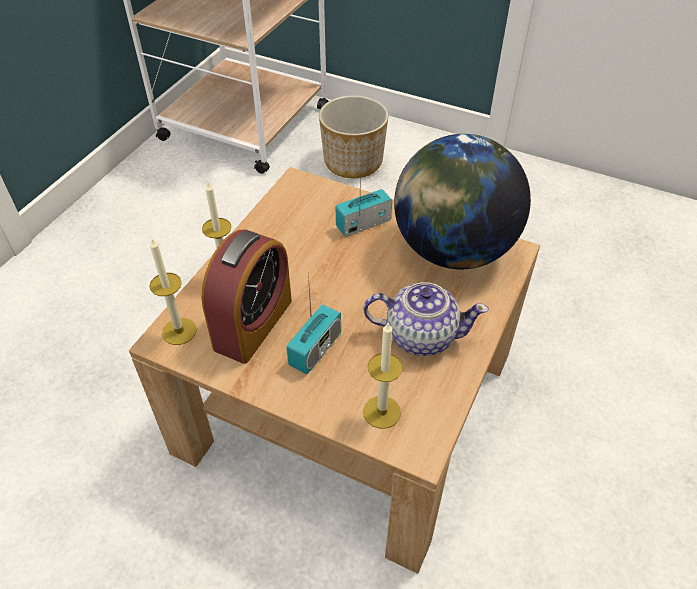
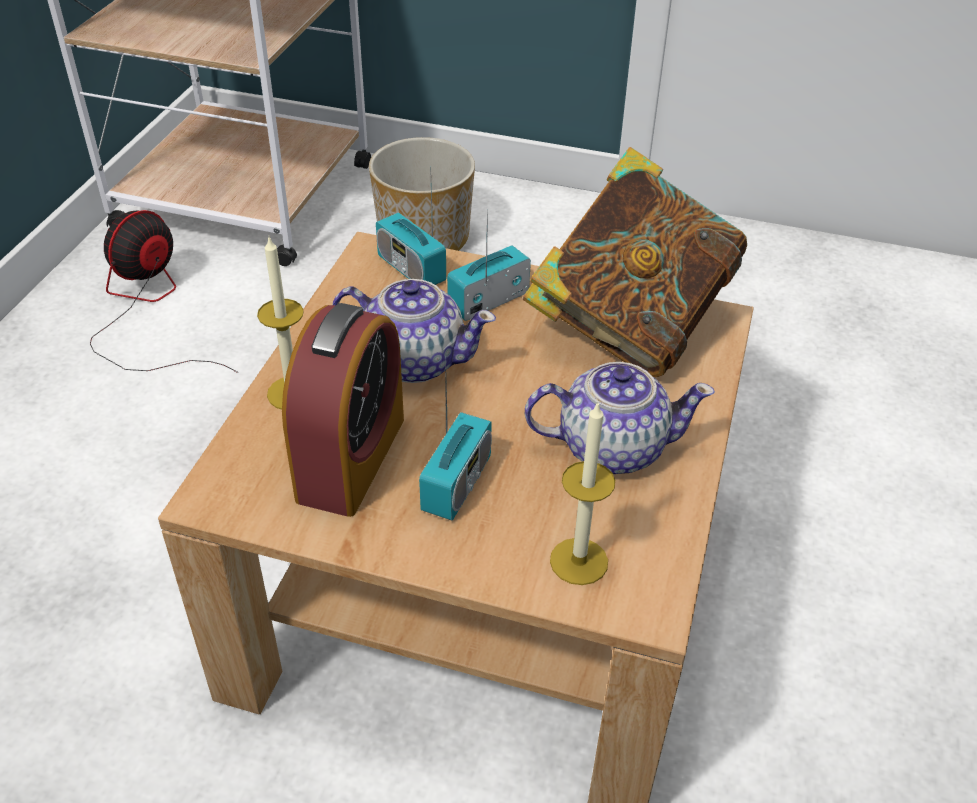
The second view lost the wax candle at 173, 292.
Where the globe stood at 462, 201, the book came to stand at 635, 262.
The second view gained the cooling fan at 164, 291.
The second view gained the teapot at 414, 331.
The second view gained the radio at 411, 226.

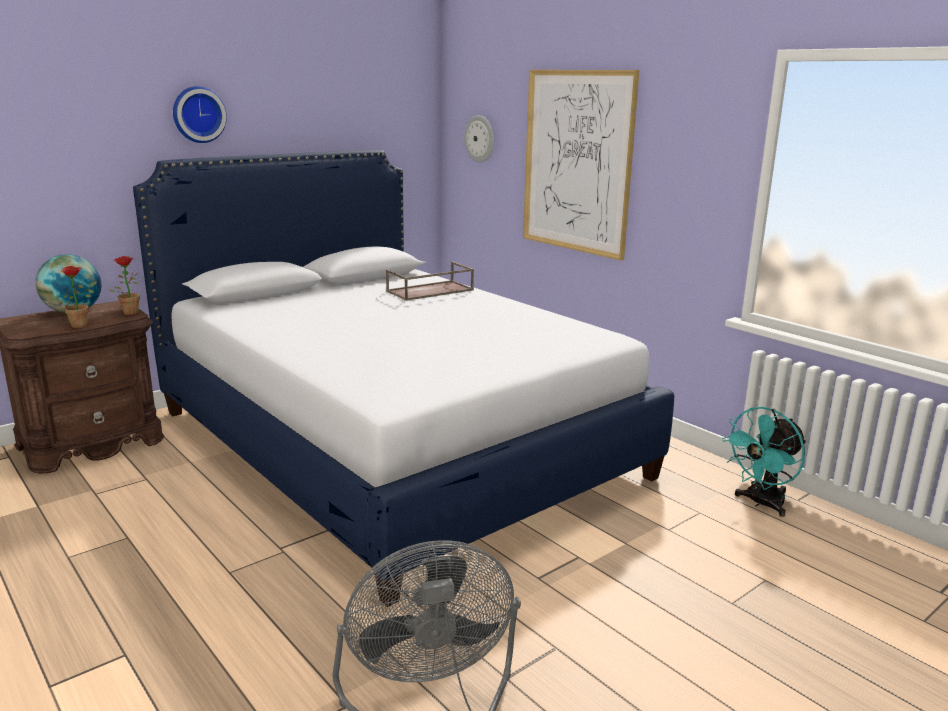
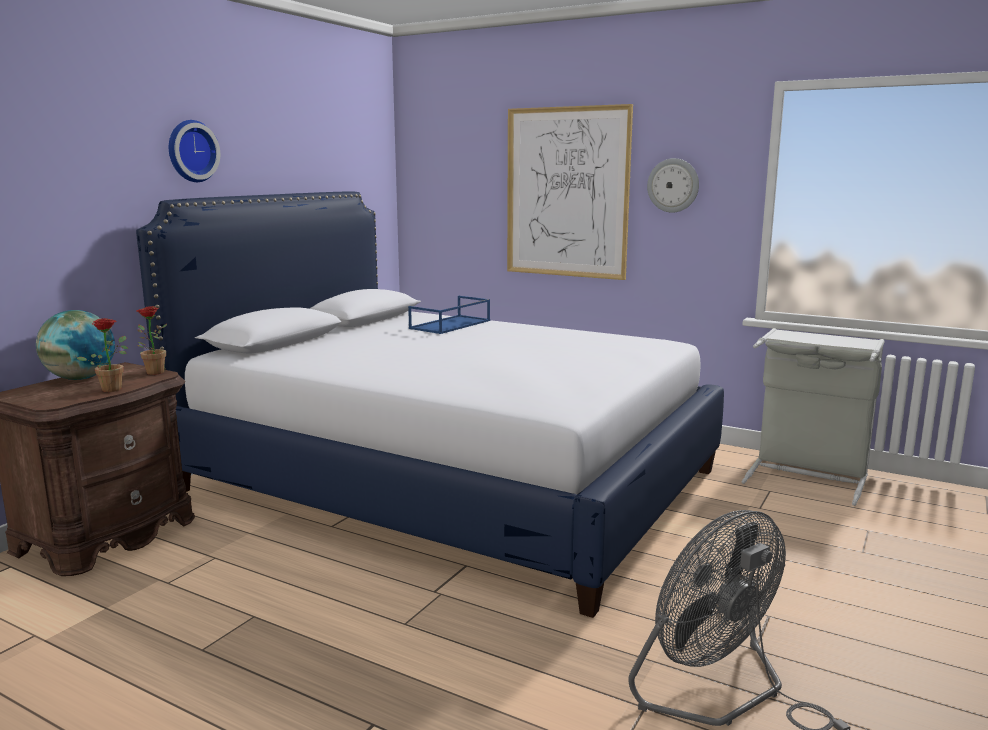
What was the brown-coloured carrying tray at 430, 281 turned into the bluish carrying tray at 449, 315.
The clock on the wall ended up elsewhere, having gone from 479, 139 to 673, 185.
Where the turquoise cooling fan stood at 764, 461, the gray hamper came to stand at 813, 417.

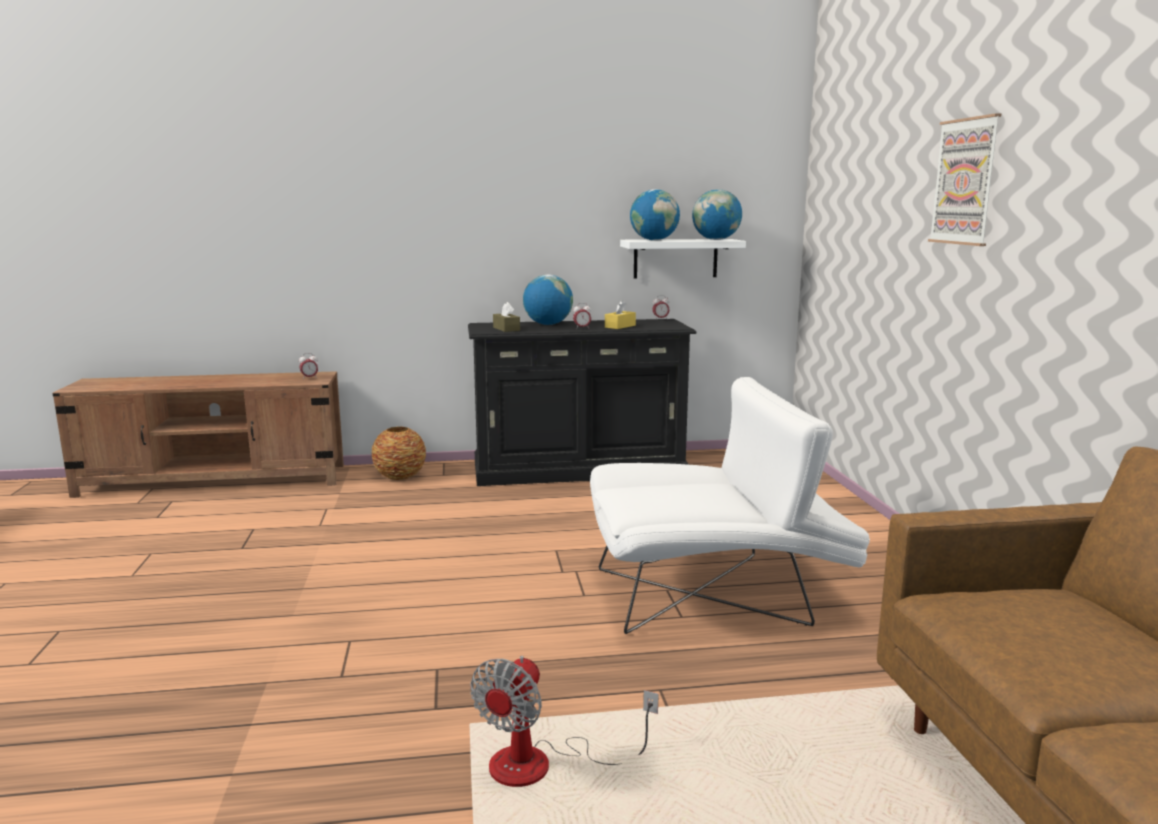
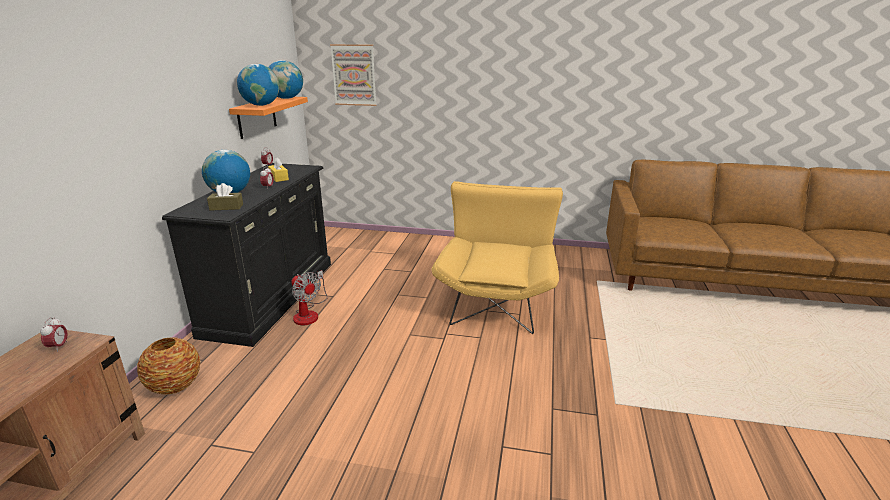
The cooling fan ended up elsewhere, having gone from 564, 721 to 309, 297.
What was the whitish armchair at 730, 505 turned into the yellowish armchair at 497, 257.
What was the whitish bracket shelf at 683, 258 turned into the orangey bracket shelf at 268, 118.
The wall picture ended up elsewhere, having gone from 964, 179 to 353, 75.

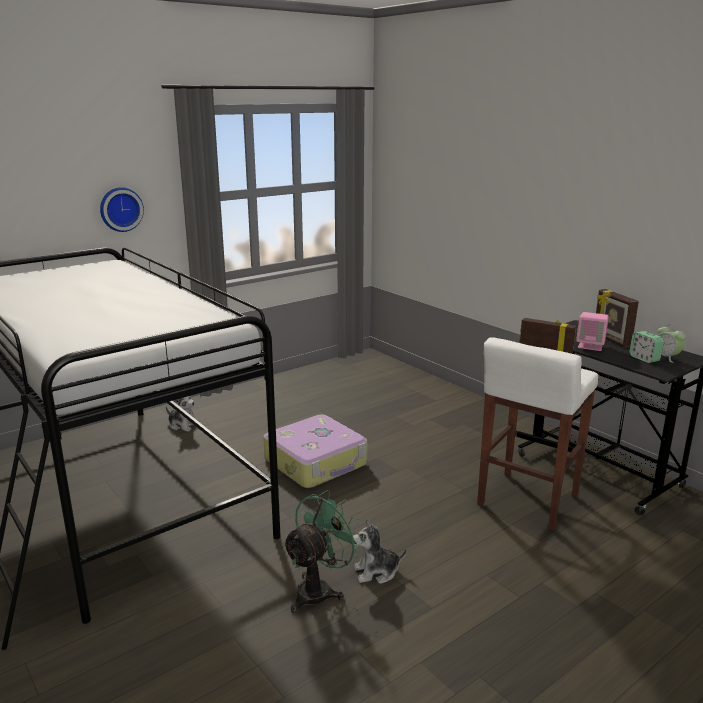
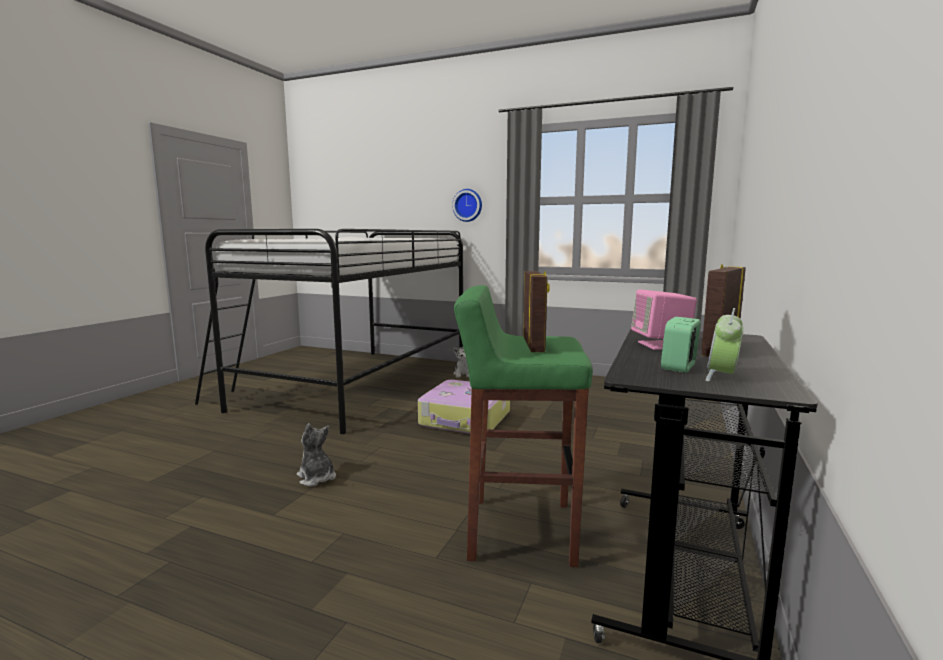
The second view lost the green-coloured cooling fan at 323, 551.
What was the whitish stool at 537, 434 turned into the green-coloured stool at 523, 426.

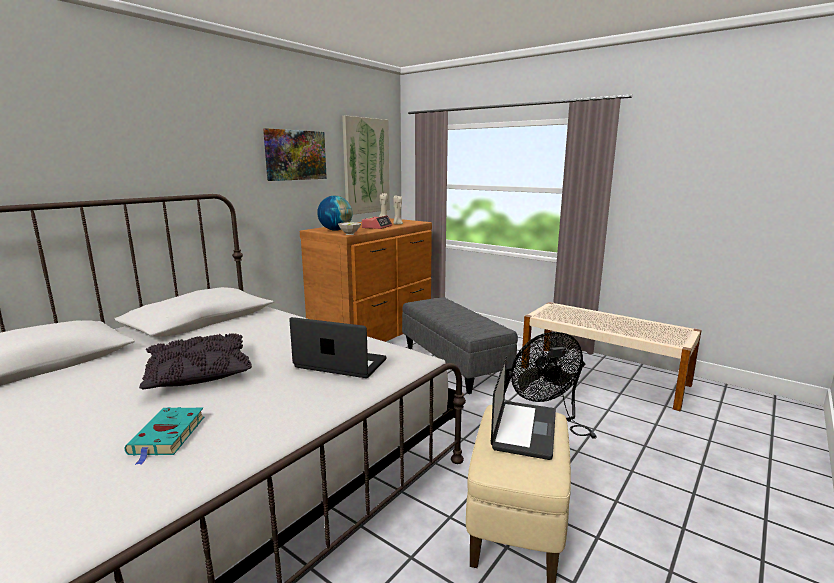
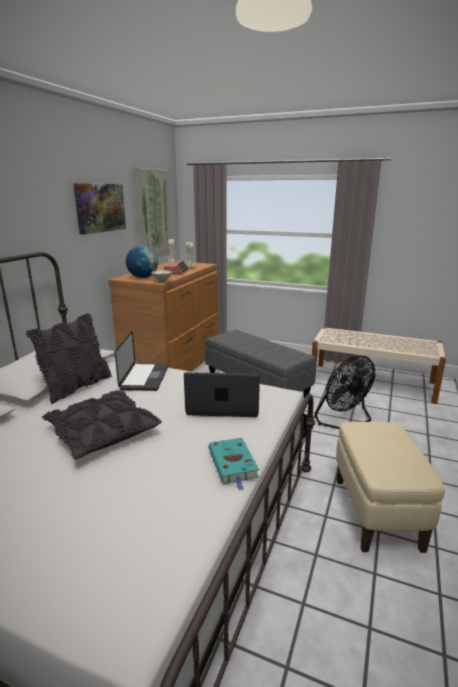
The turquoise book ended up elsewhere, having gone from 164, 436 to 233, 464.
The notebook computer ended up elsewhere, having gone from 523, 407 to 142, 361.
The second view gained the black-coloured cushion at 69, 358.

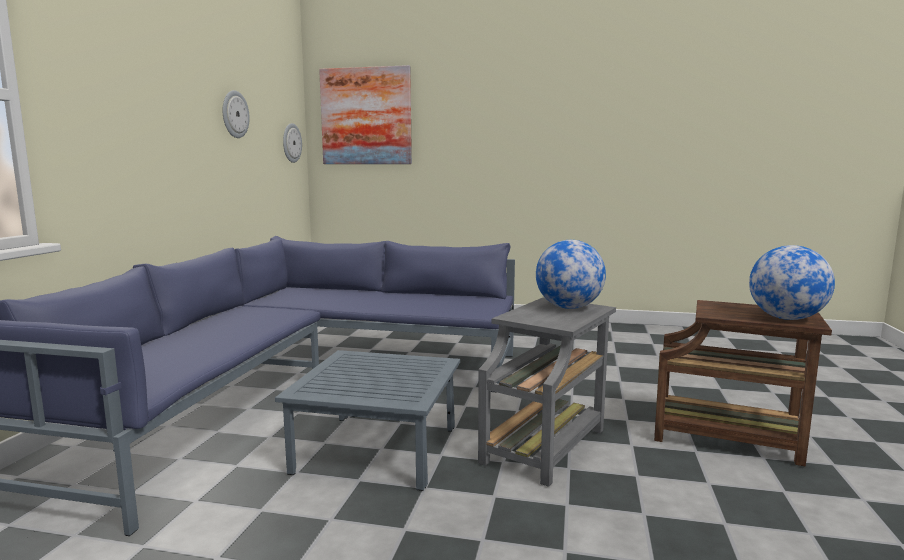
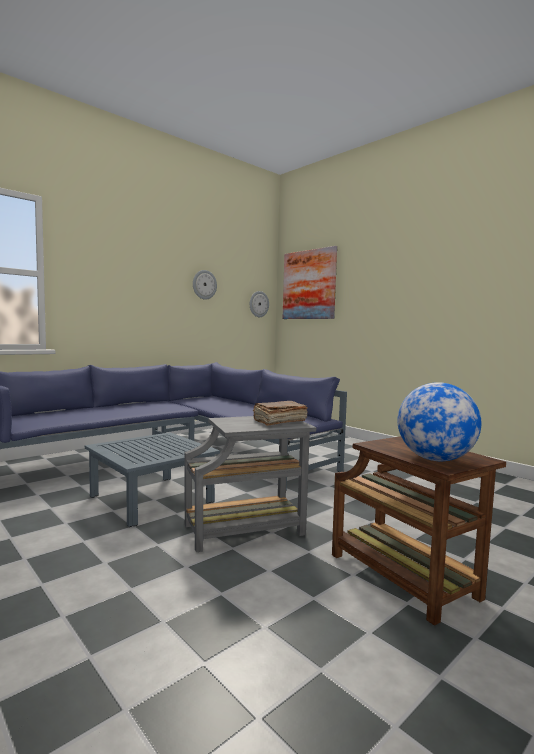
Where the globe stood at 571, 274, the brown-coloured book came to stand at 280, 413.

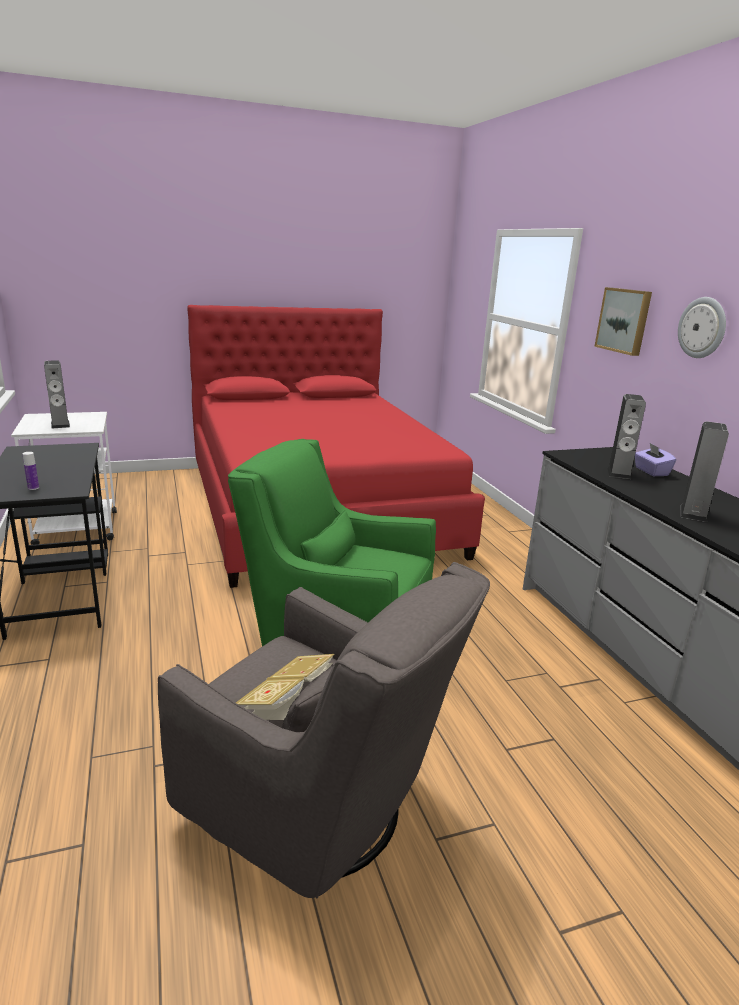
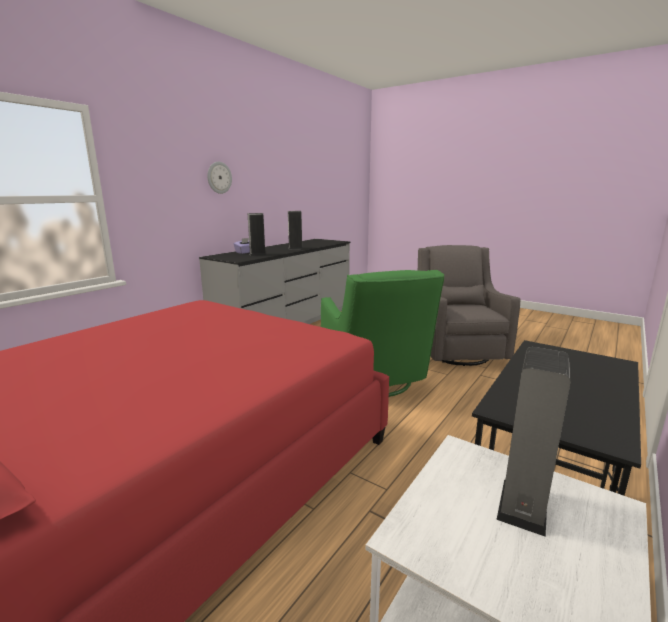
The second view lost the beverage bottle at 30, 471.
The second view lost the book at 285, 687.
The second view lost the wall picture at 623, 321.

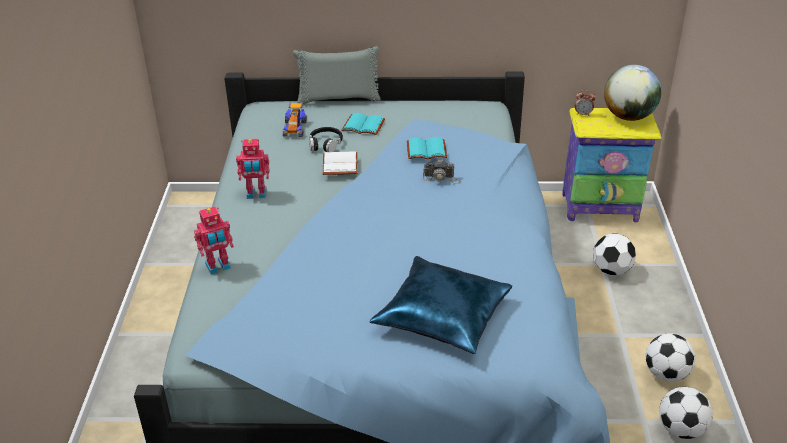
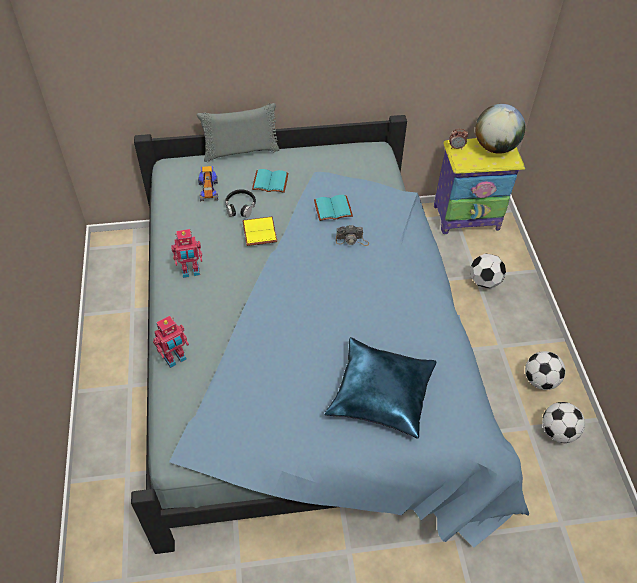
What was the whitish book at 339, 163 turned into the yellowish book at 259, 231.

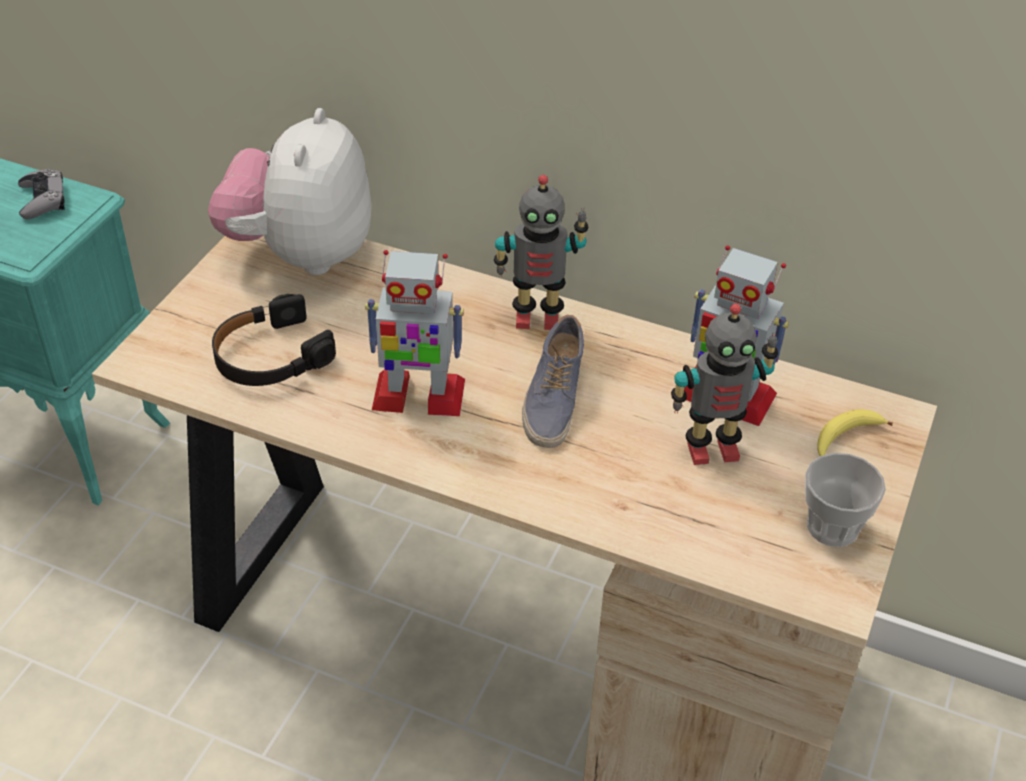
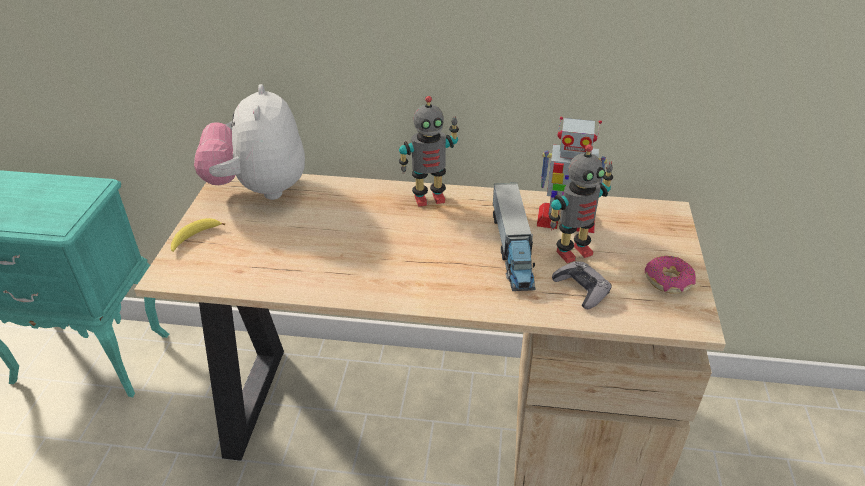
The gray gamepad ended up elsewhere, having gone from 41, 194 to 582, 285.
The second view lost the black-coloured headset at 274, 340.
The second view lost the model robot at 415, 333.
The second view lost the item of footwear at 553, 381.
Where the cup stood at 845, 500, the donut came to stand at 670, 274.
The whole banana ended up elsewhere, having gone from 855, 432 to 198, 235.
The second view gained the model truck at 514, 237.

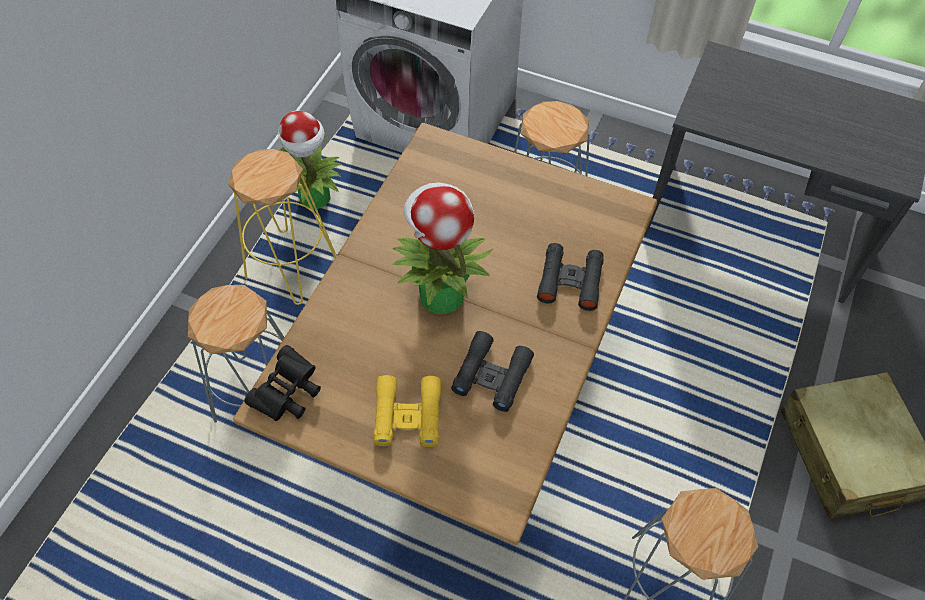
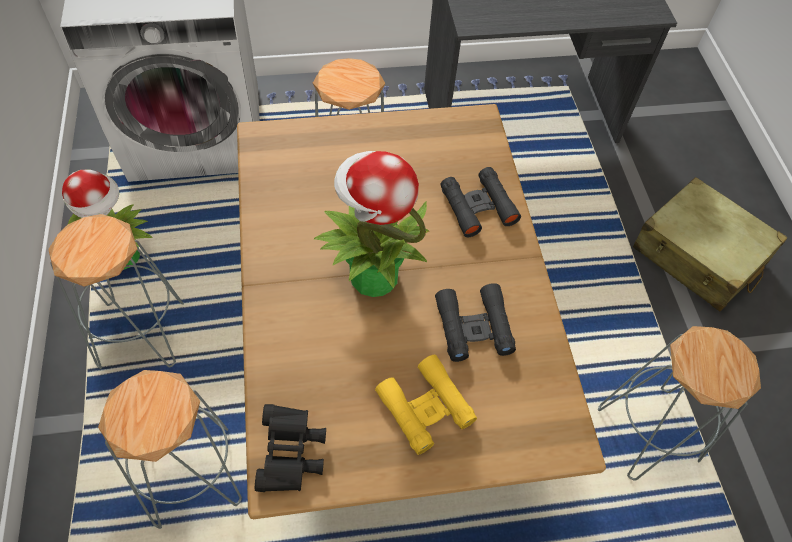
What was the yellowish stool at 282, 227 turned into the gray stool at 116, 291.

